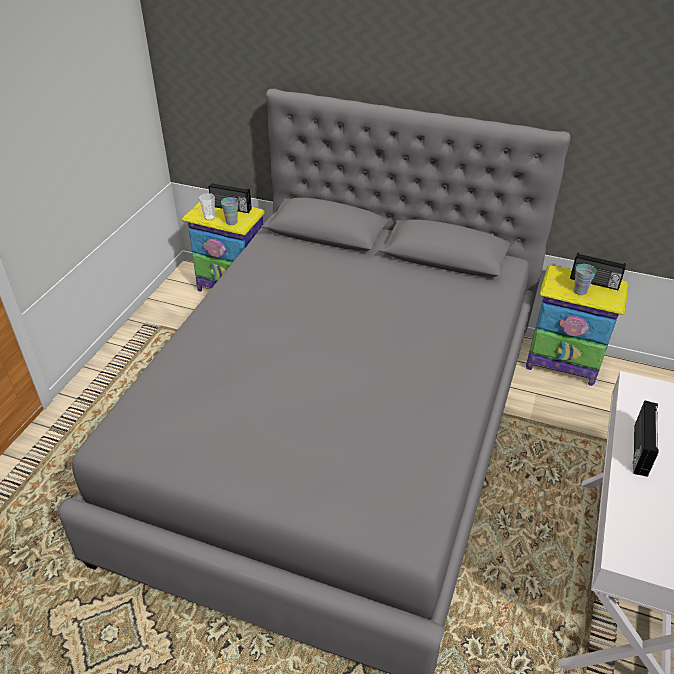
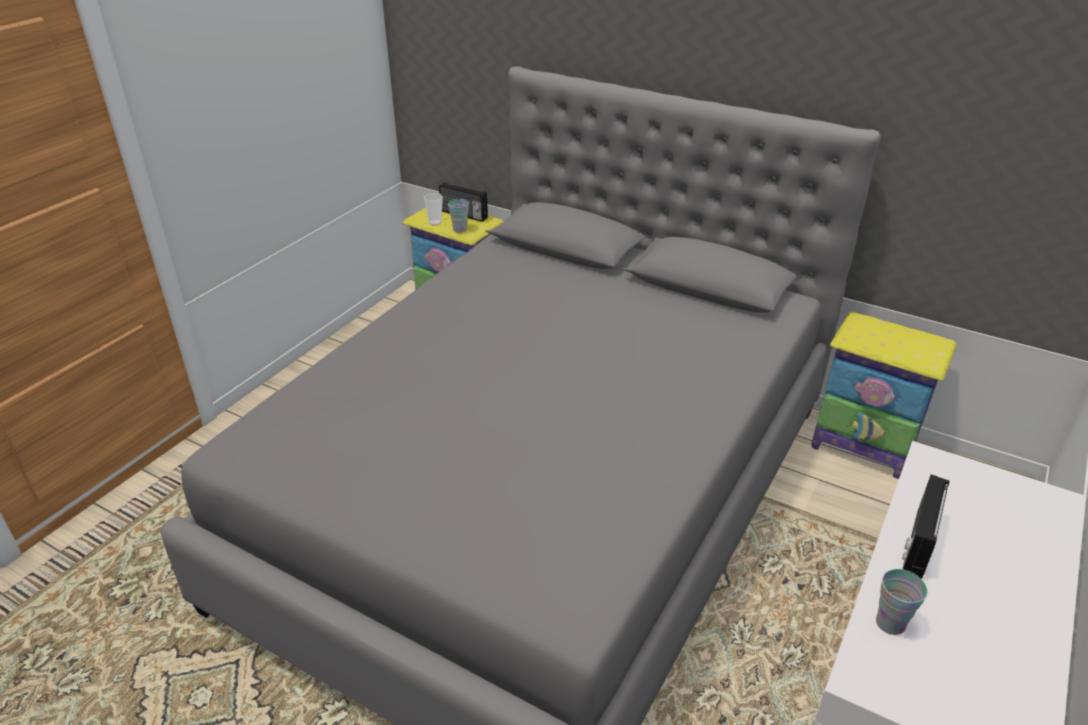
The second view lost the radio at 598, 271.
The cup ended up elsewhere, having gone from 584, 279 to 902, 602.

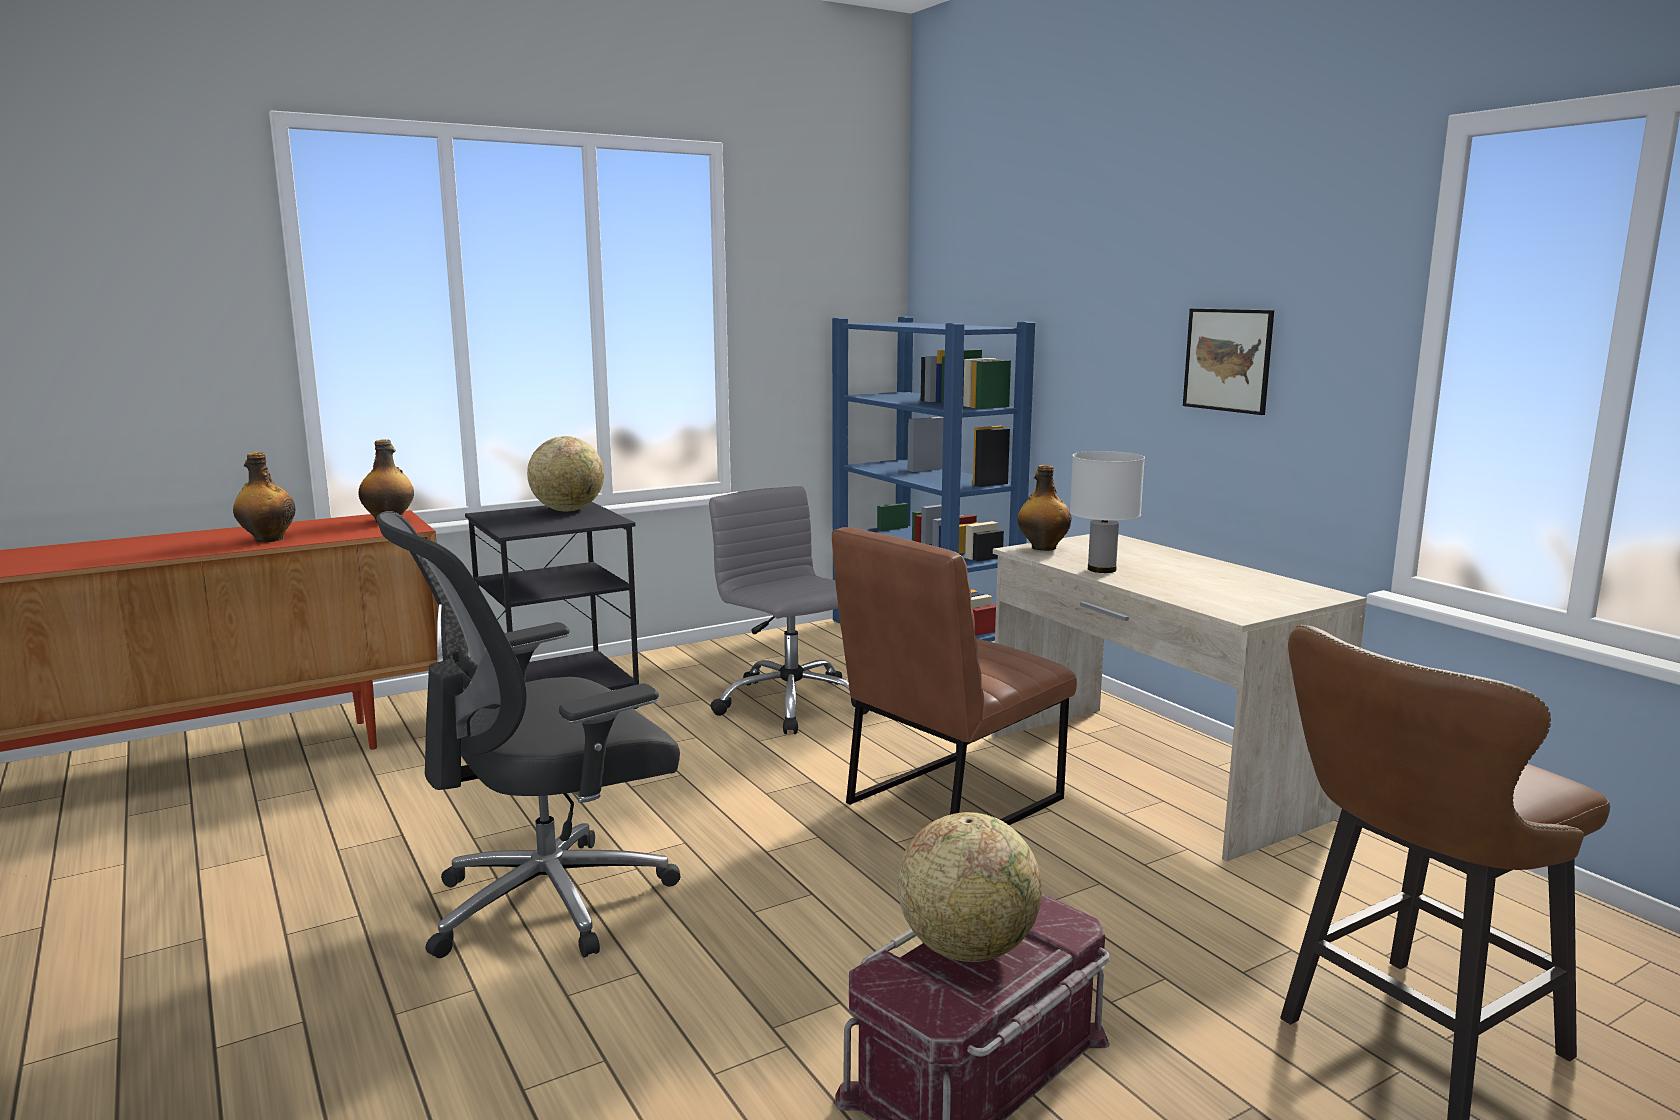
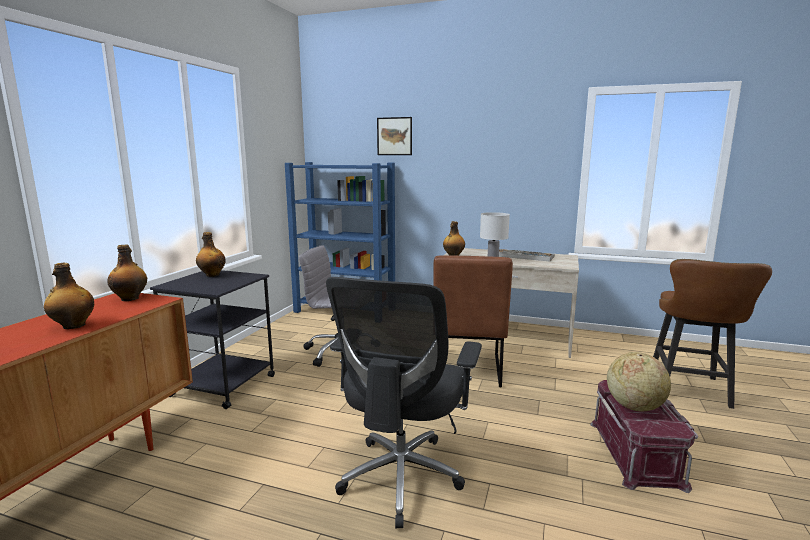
Where the globe stood at 565, 473, the beverage bottle came to stand at 211, 254.
The wall picture ended up elsewhere, having gone from 1228, 362 to 394, 136.
The second view gained the keyboard at 527, 255.

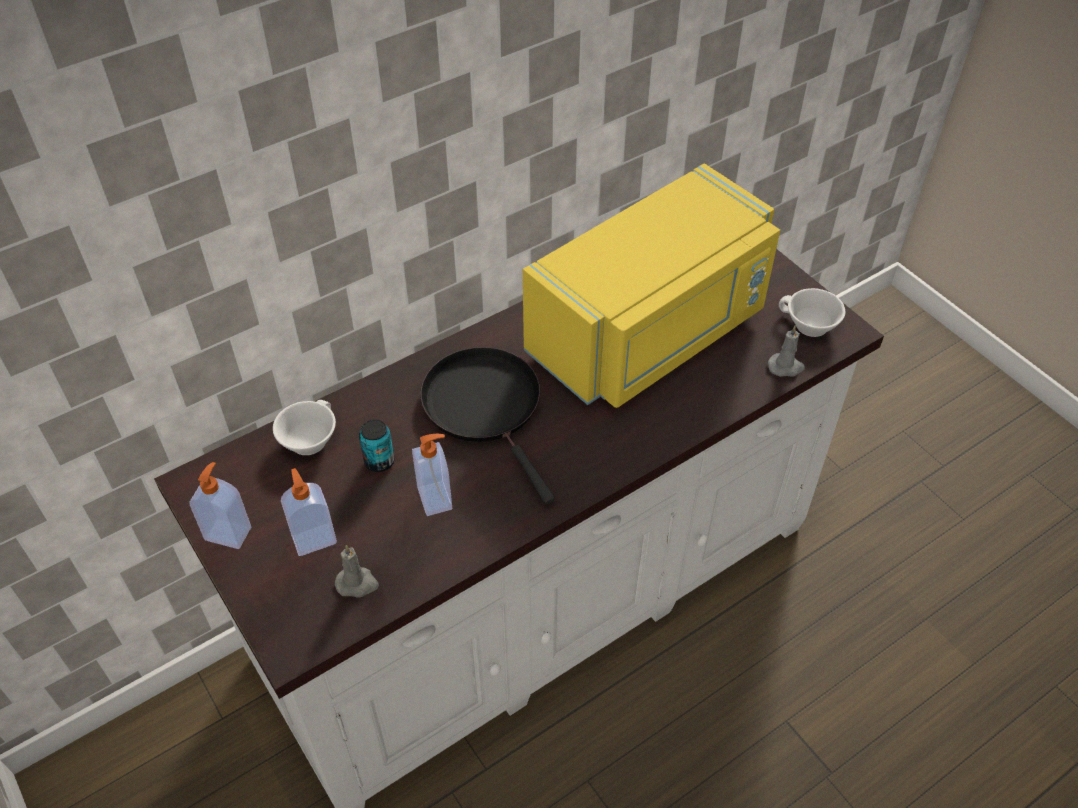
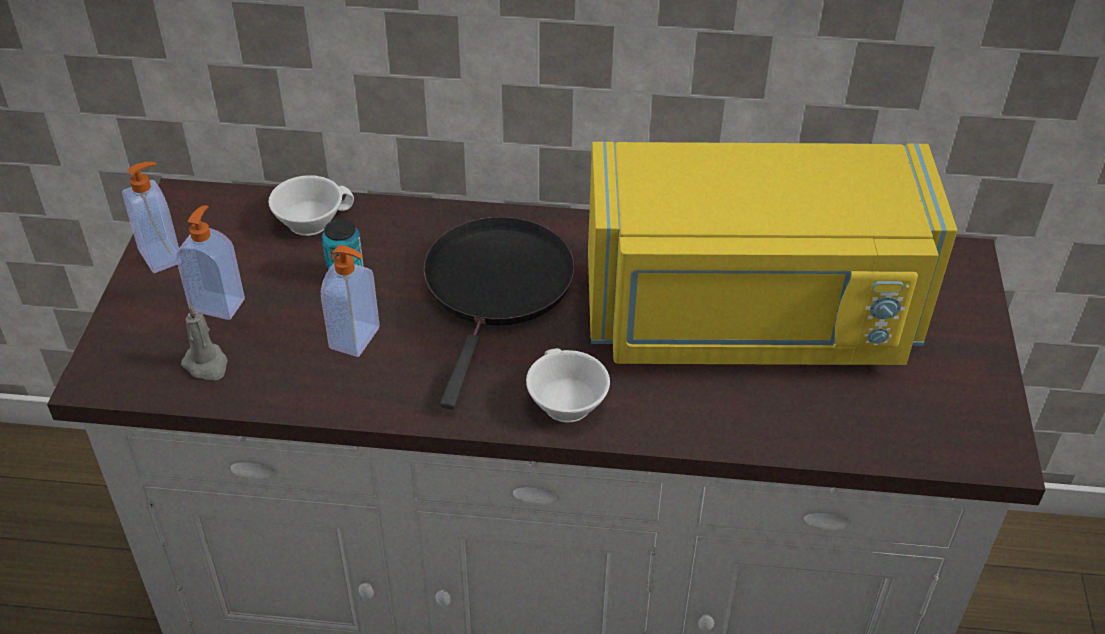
The second view lost the gray wax candle at 786, 351.
The whitish cup ended up elsewhere, having gone from 812, 312 to 568, 385.

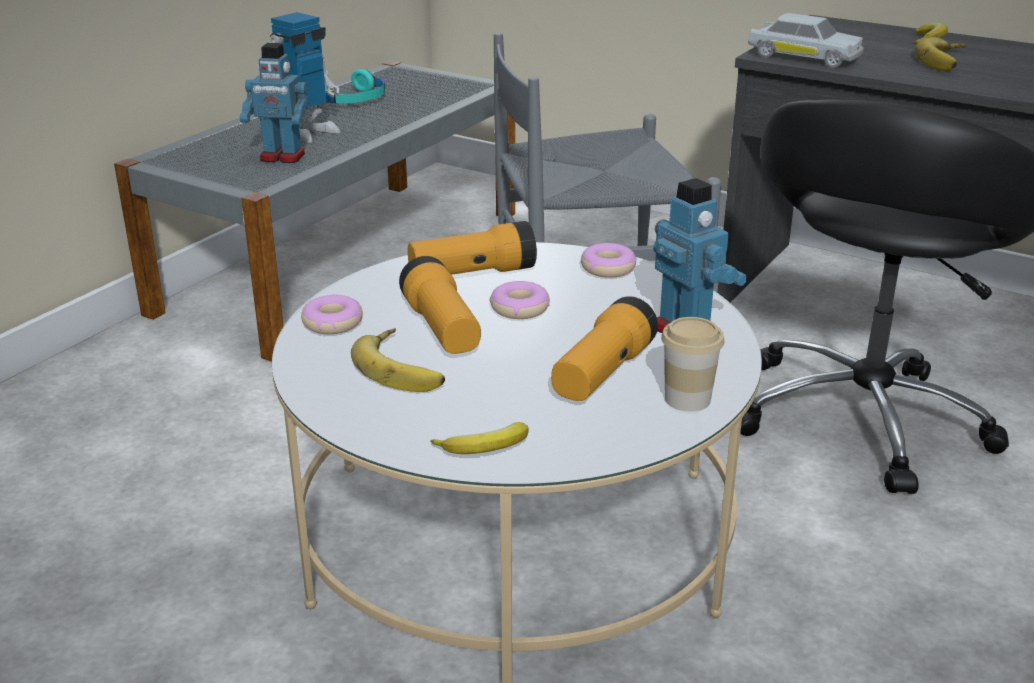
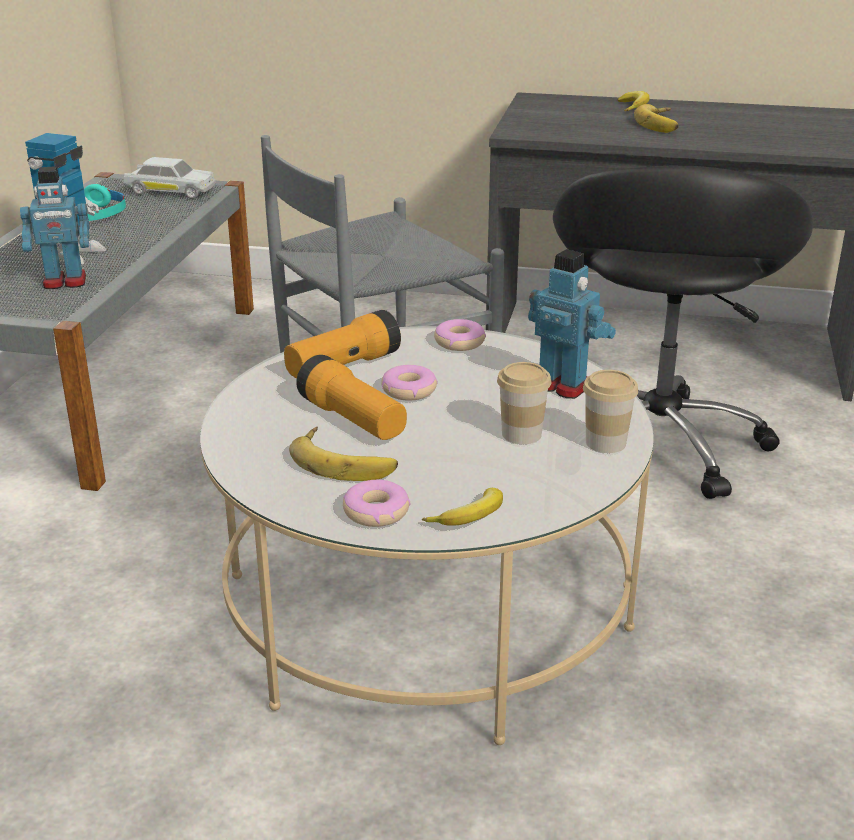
The donut ended up elsewhere, having gone from 332, 314 to 376, 503.
Where the torch stood at 604, 348, the cup came to stand at 524, 403.
The whitish model car ended up elsewhere, having gone from 806, 40 to 169, 178.

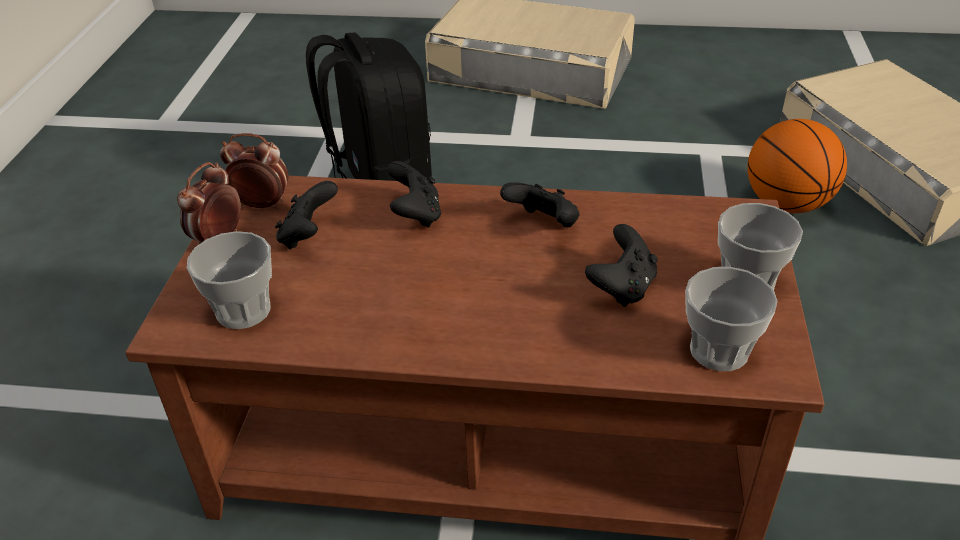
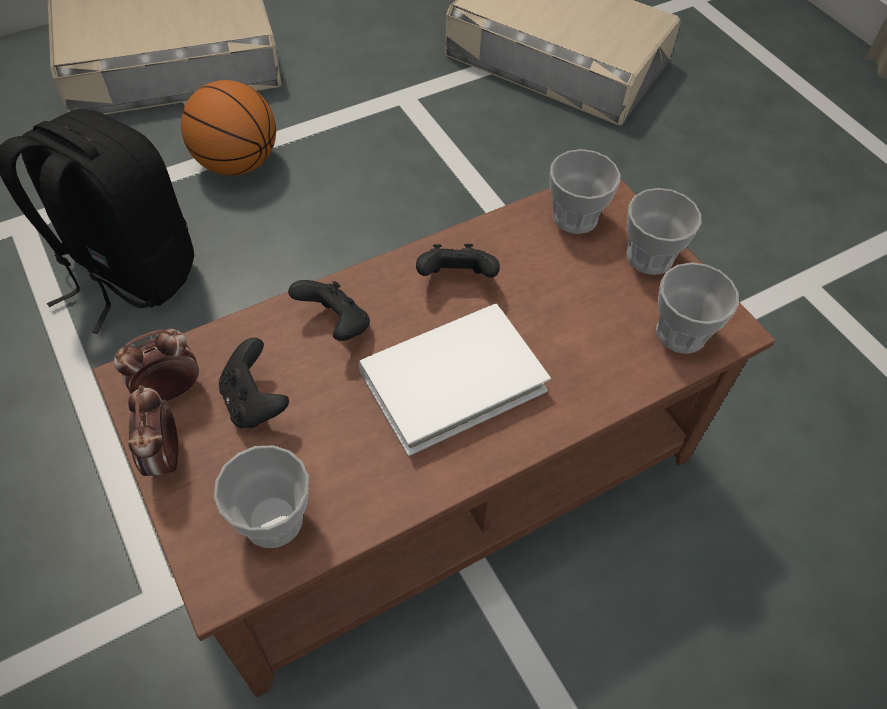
The second view lost the black-coloured gamepad at 621, 265.
The basketball ball ended up elsewhere, having gone from 797, 166 to 228, 128.
The second view gained the whitish book at 455, 380.
The second view gained the cup at 585, 191.

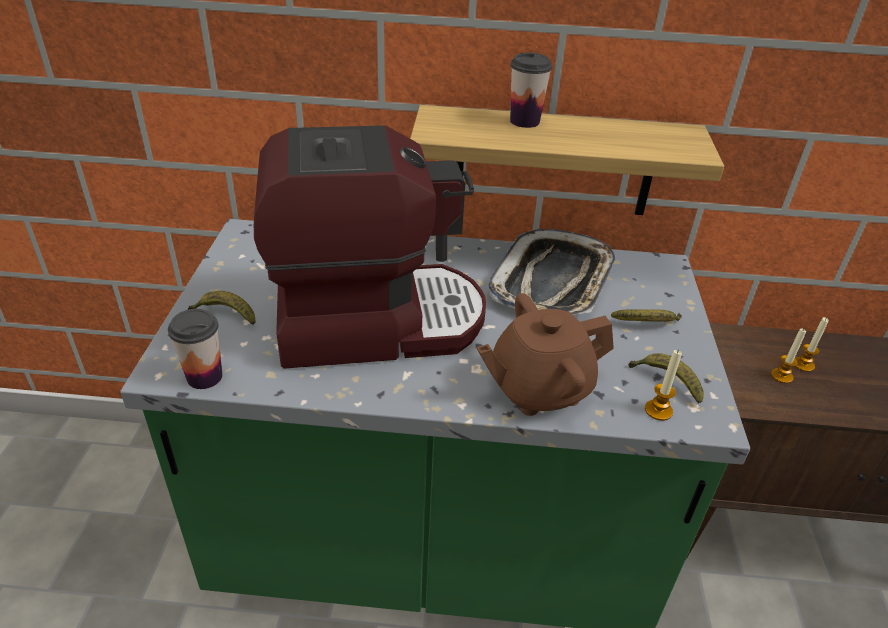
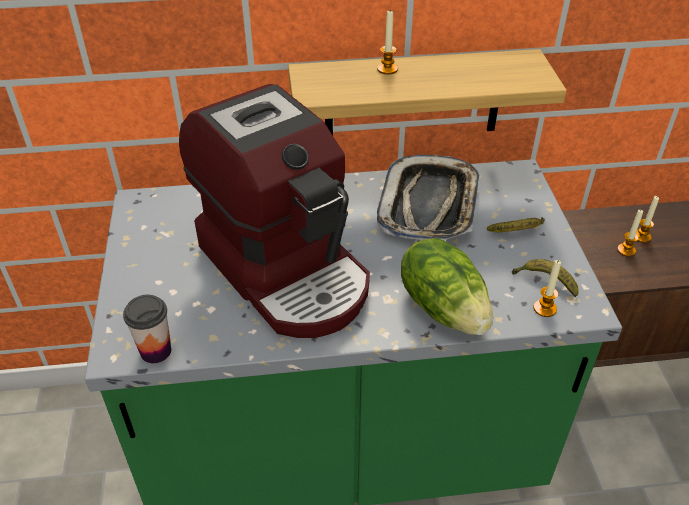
The second view lost the whole banana at 221, 308.
The coffee maker at 370, 247 ended up facing another way, 75 degrees clockwise from before.
Where the brown-coloured teapot stood at 545, 354, the lettuce came to stand at 447, 286.
Where the cup stood at 531, 90, the wax candle came to stand at 387, 42.

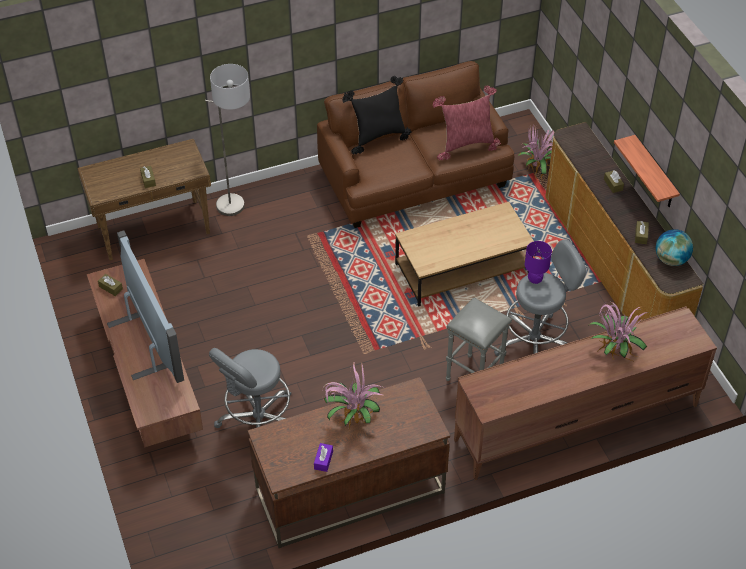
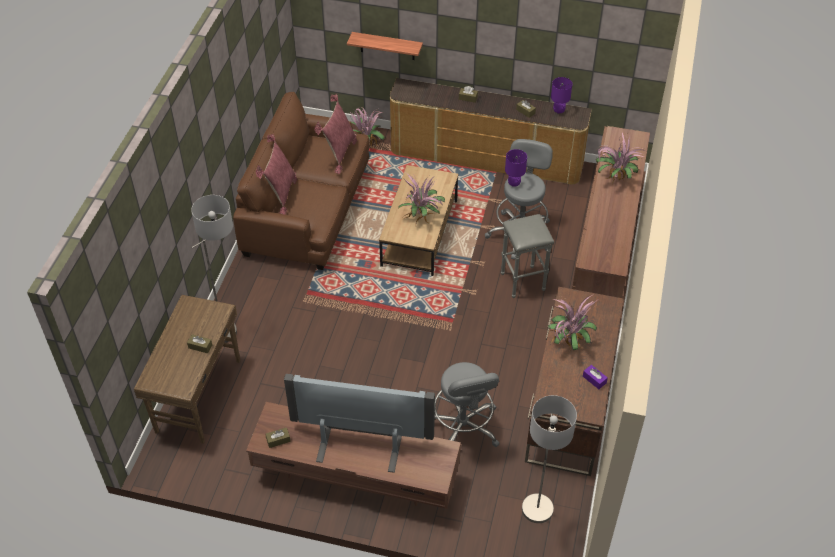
What was the black-coloured cushion at 377, 115 turned into the reddish cushion at 276, 174.
The bracket shelf ended up elsewhere, having gone from 647, 171 to 385, 46.
Where the globe stood at 674, 247, the purple table lamp came to stand at 561, 95.
The second view gained the plant in a pot at 421, 198.
The second view gained the gray floor lamp at 549, 459.

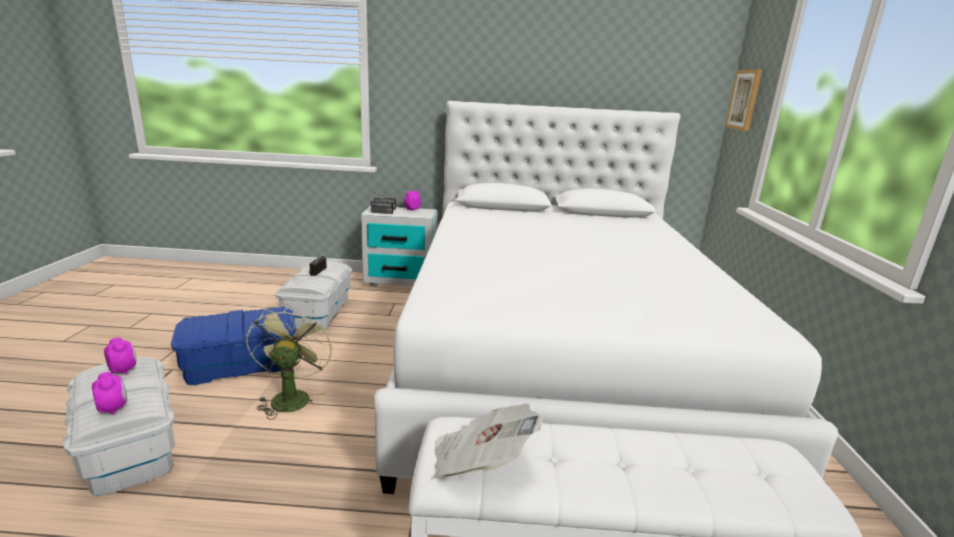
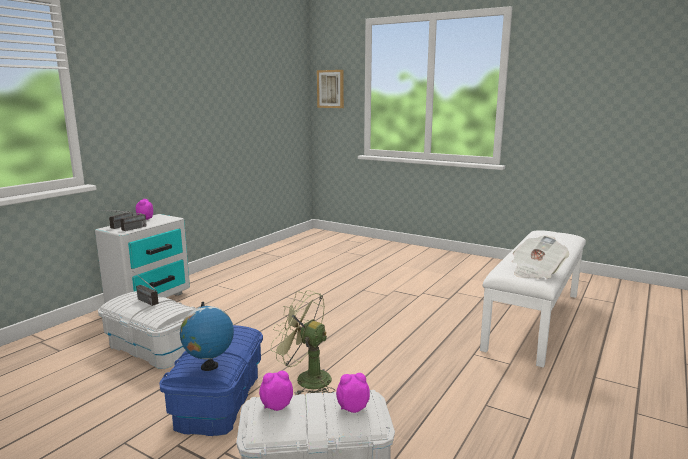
The second view lost the whitish sleeping bed at 606, 297.
The second view gained the globe at 207, 336.

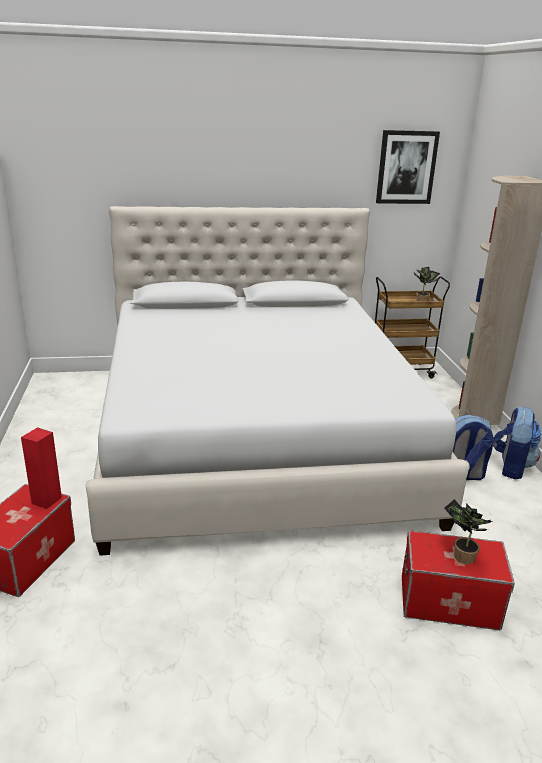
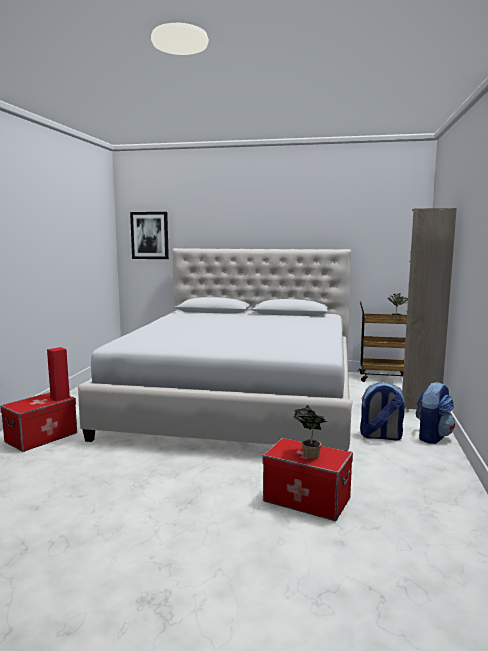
The wall picture ended up elsewhere, having gone from 408, 167 to 149, 235.

